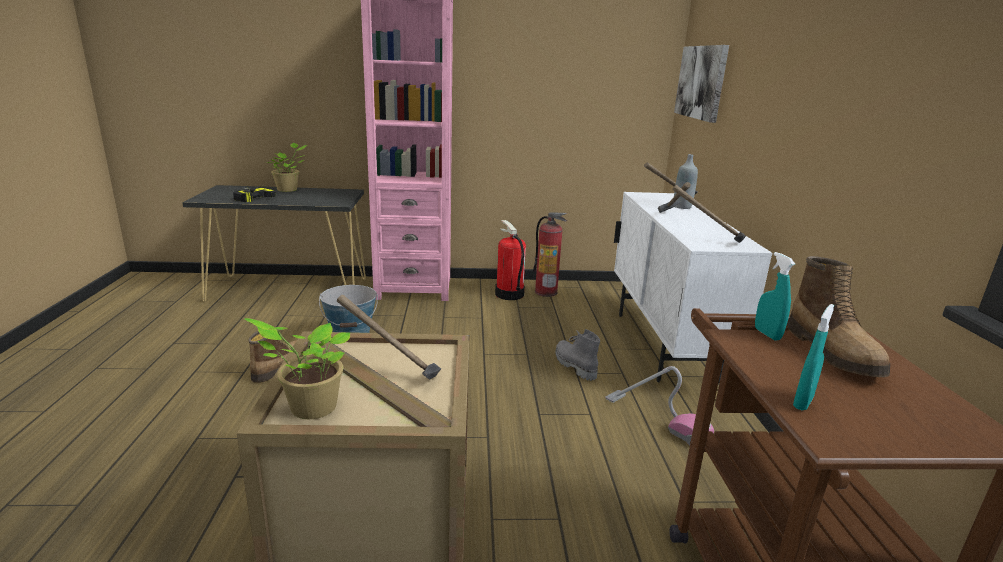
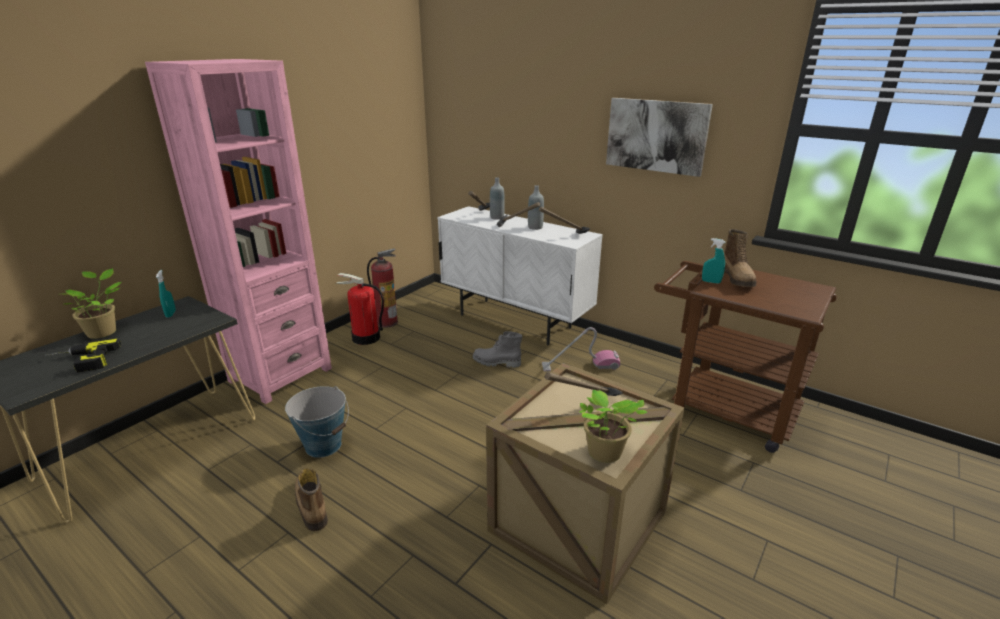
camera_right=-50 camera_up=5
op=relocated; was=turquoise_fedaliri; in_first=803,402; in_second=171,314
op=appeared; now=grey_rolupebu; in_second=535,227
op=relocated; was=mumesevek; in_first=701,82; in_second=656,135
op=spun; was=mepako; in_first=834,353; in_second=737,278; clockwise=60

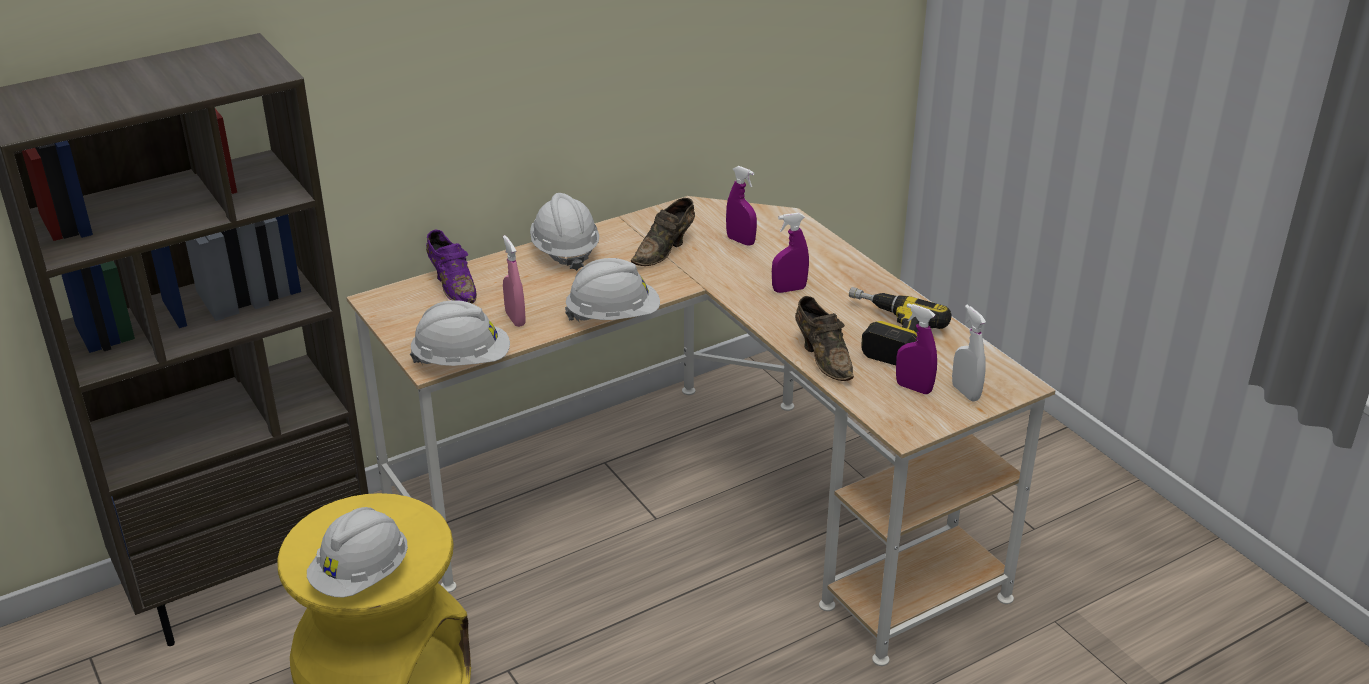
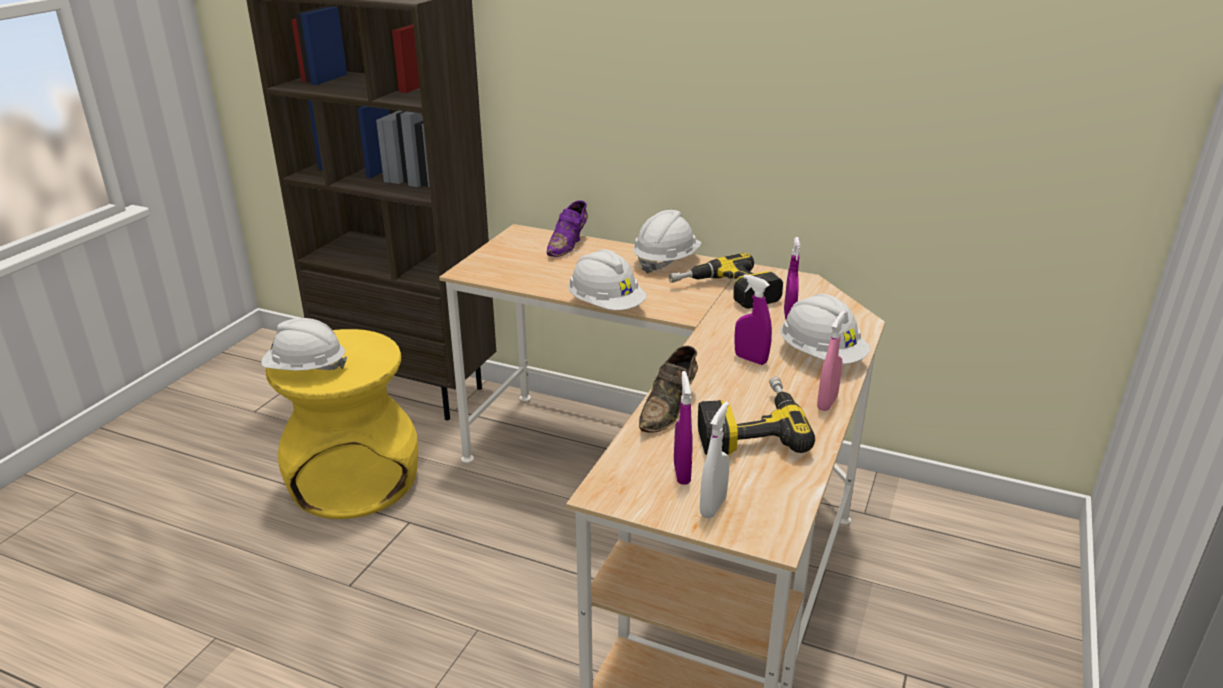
camera_right=55 camera_up=-5
op=exchanged; was=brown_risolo; now=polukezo; in_first=665,250; in_second=725,293
op=relocated; was=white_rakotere; in_first=462,361; in_second=821,356
op=relocated; was=pink_fedaliri; in_first=515,319; in_second=827,403

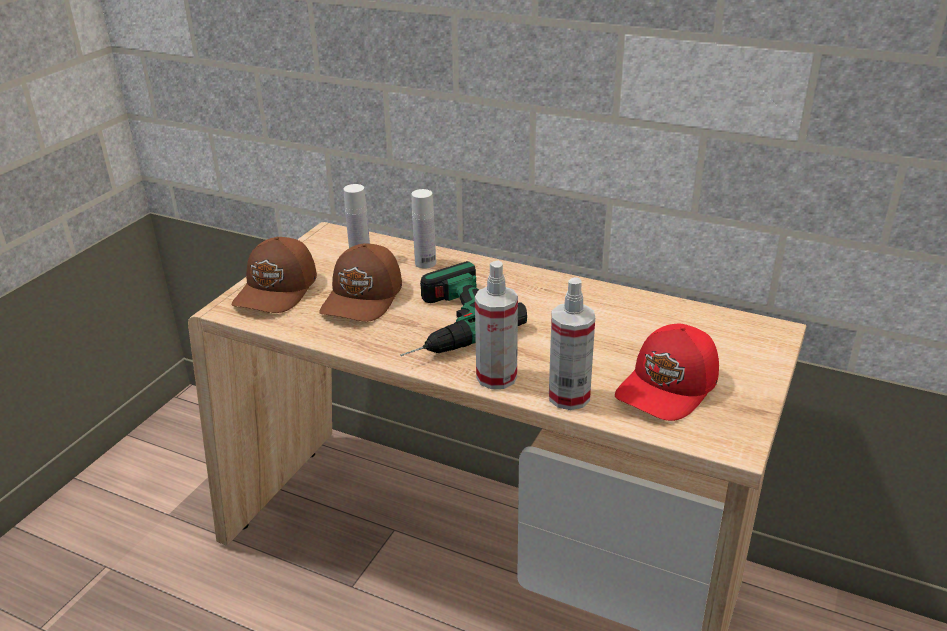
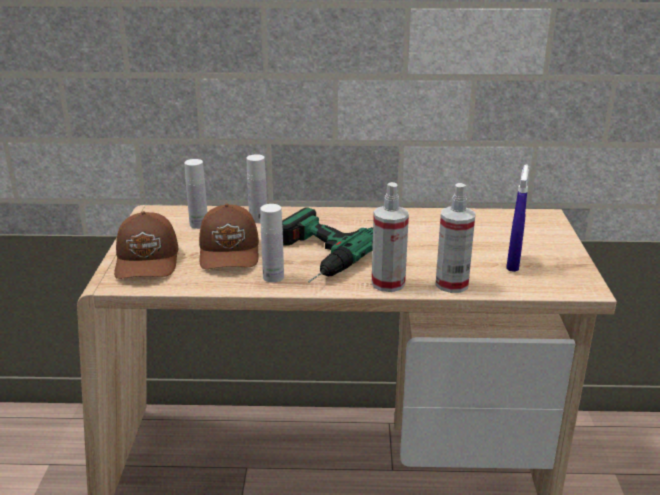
camera_right=-25 camera_up=-5
op=appeared; now=white_rolupebu; in_second=273,277
op=exchanged; was=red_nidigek; now=blue_fedaliri; in_first=669,388; in_second=513,264

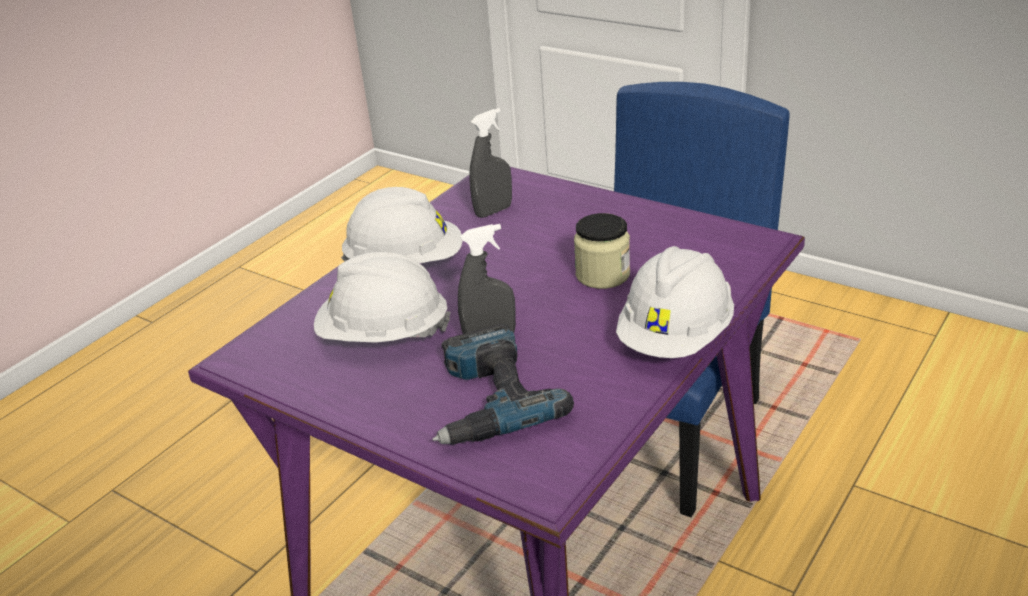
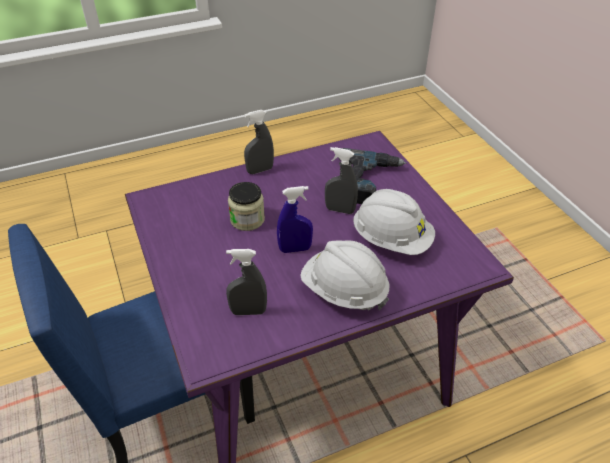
camera_right=-150 camera_up=10
op=exchanged; was=white_rakotere; now=grey_fedaliri; in_first=676,338; in_second=260,170
op=appeared; now=blue_fedaliri; in_second=295,249

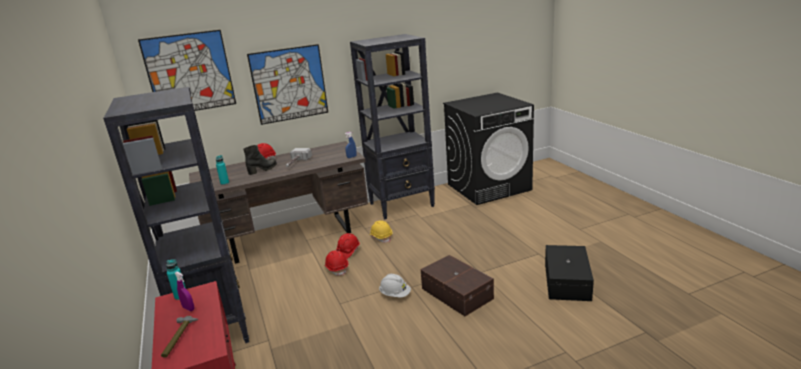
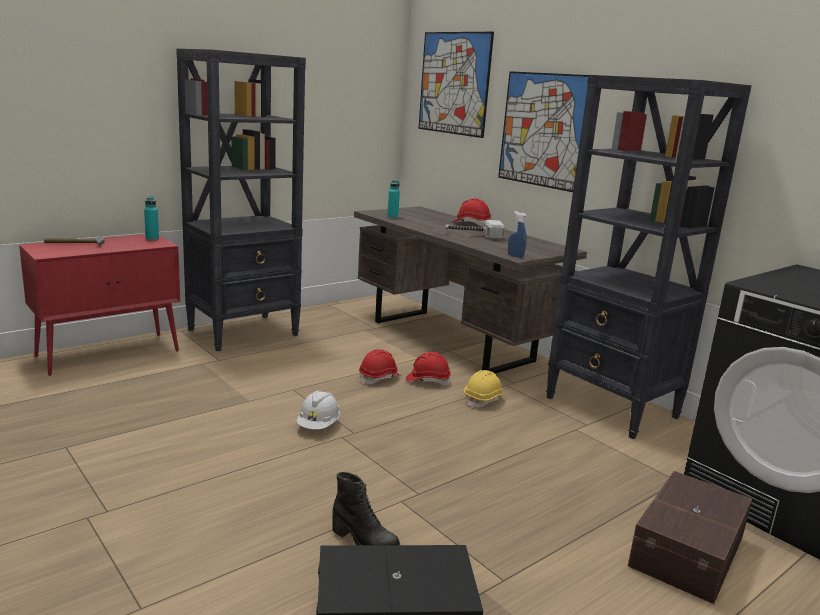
camera_right=70 camera_up=-5
op=relocated; was=black_mepako; in_first=263,170; in_second=364,541
op=relocated; was=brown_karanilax; in_first=457,293; in_second=689,551
op=missing; was=purple_fedaliri; in_first=188,308

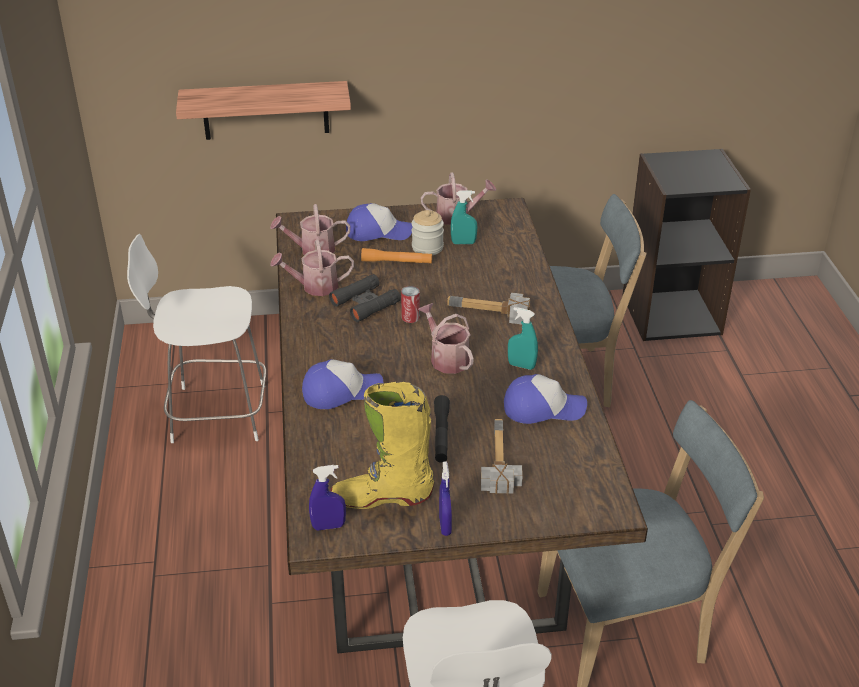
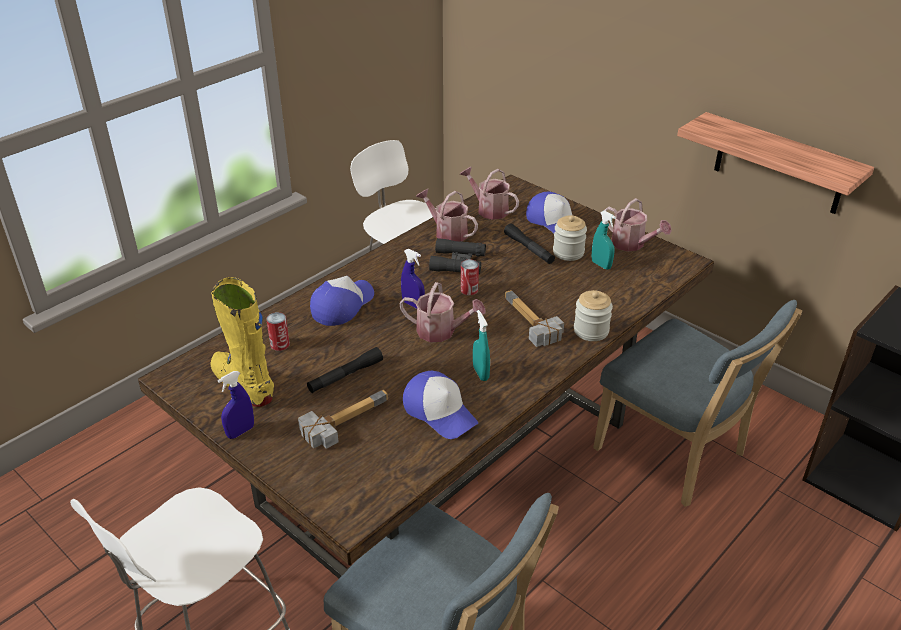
camera_right=50 camera_up=0
op=appeared; now=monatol; in_second=280,344
op=spun; was=nidigek; in_first=341,391; in_second=342,305; clockwise=-90
op=spun; was=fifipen; in_first=446,358; in_second=441,331; clockwise=90
op=relocated; was=blue_fedaliri; in_first=328,526; in_second=413,304
op=colour; was=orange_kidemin; now=black_kidemin; in_first=397,262; in_second=529,249
op=appeared; now=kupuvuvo; in_second=591,331
op=relocated; was=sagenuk; in_first=265,110; in_second=779,164

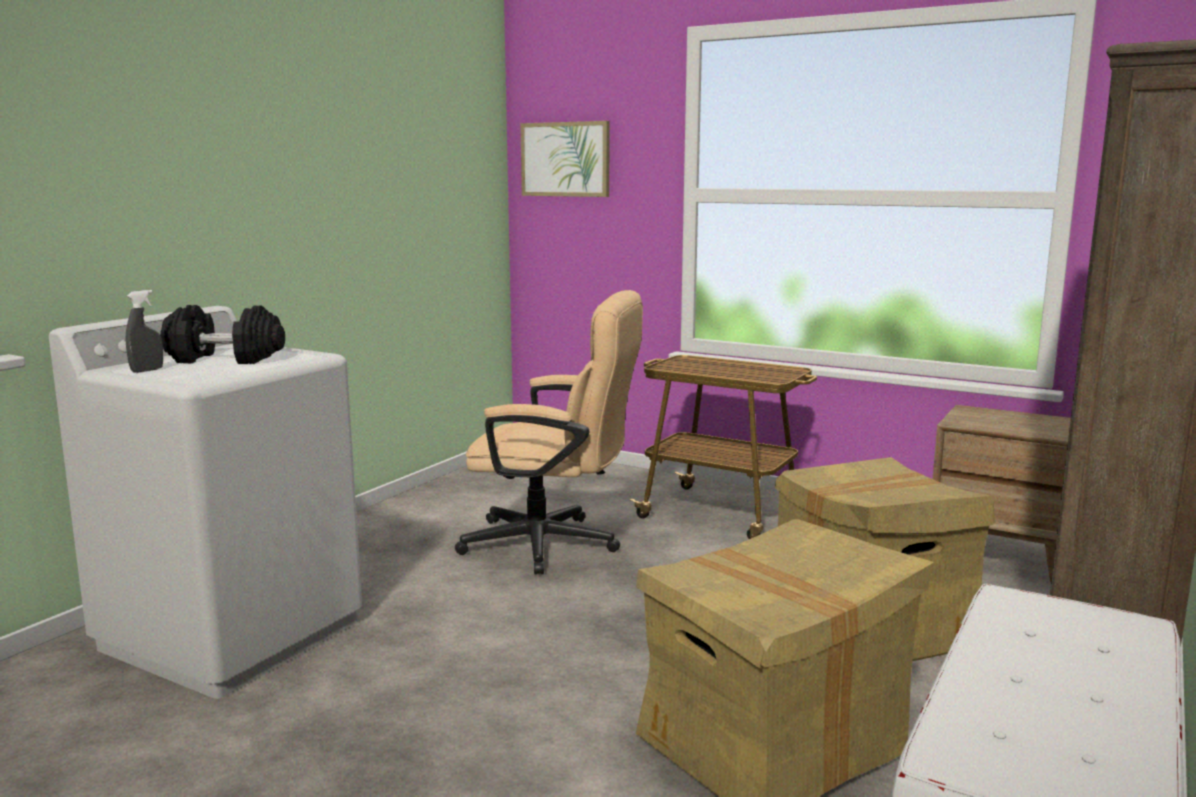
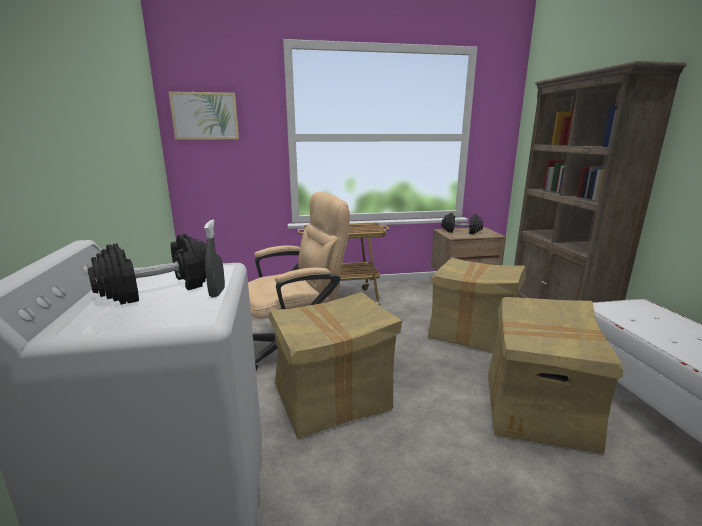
camera_right=-40 camera_up=5
op=relocated; was=grey_fedaliri; in_first=147,370; in_second=217,292
op=appeared; now=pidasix; in_second=332,397
op=appeared; now=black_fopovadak; in_second=461,231

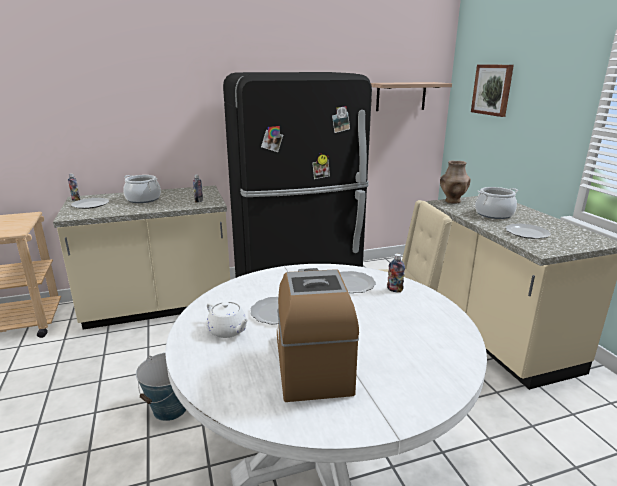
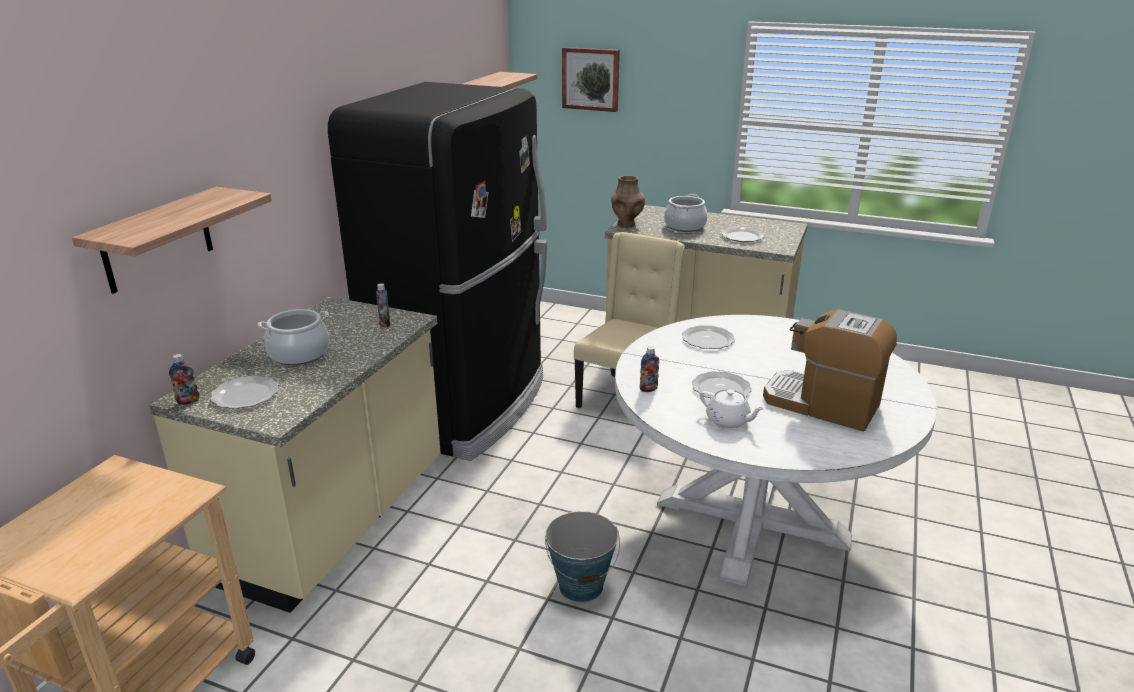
camera_right=-50 camera_up=5
op=appeared; now=sagenuk; in_second=157,240
op=relocated; was=rolupebu; in_first=394,290; in_second=648,389
op=spun; was=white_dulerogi; in_first=228,331; in_second=728,421; clockwise=45

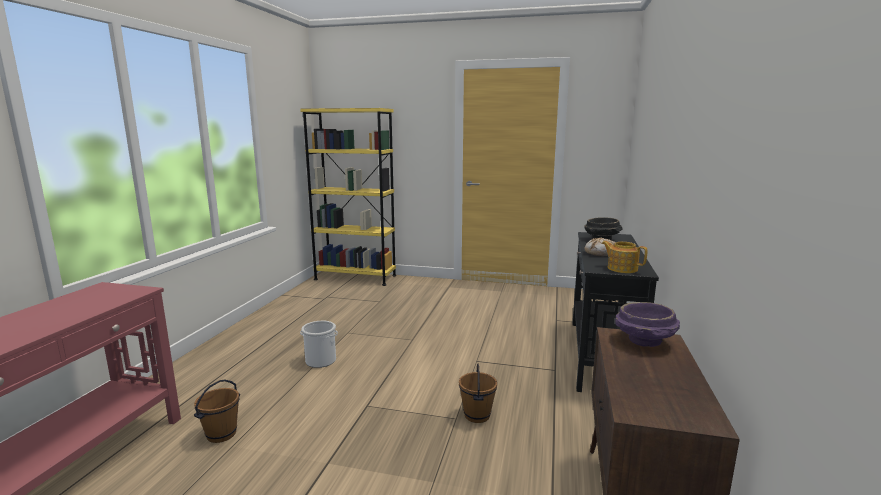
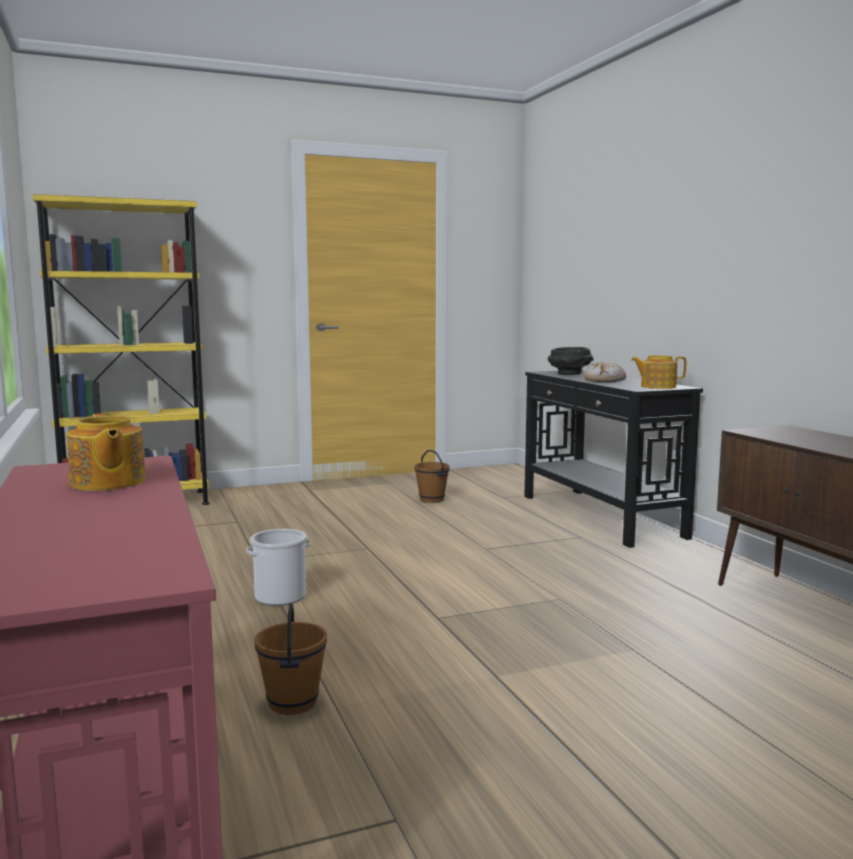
camera_right=-35 camera_up=-5
op=appeared; now=dulerogi; in_second=107,483
op=relocated; was=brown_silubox; in_first=476,415; in_second=431,500
op=missing; was=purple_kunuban; in_first=644,341

